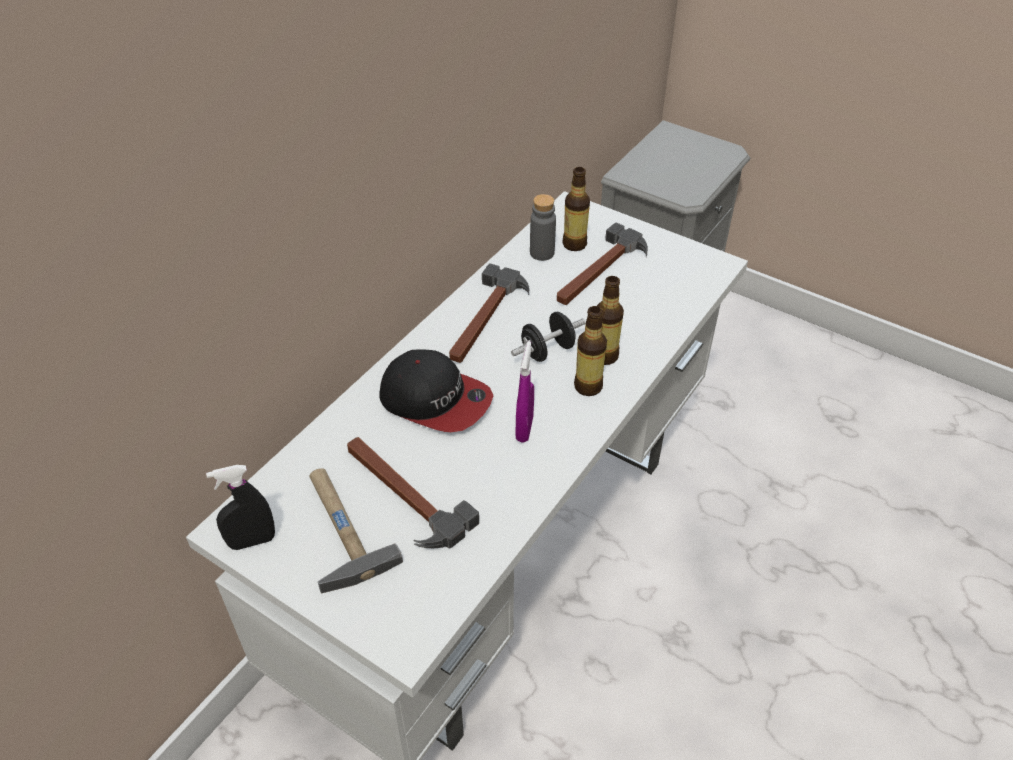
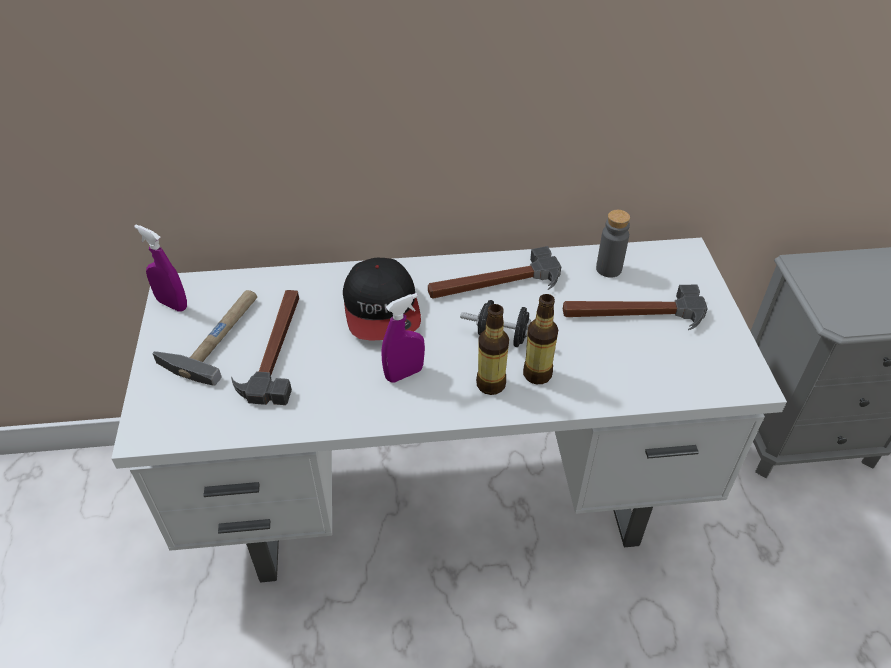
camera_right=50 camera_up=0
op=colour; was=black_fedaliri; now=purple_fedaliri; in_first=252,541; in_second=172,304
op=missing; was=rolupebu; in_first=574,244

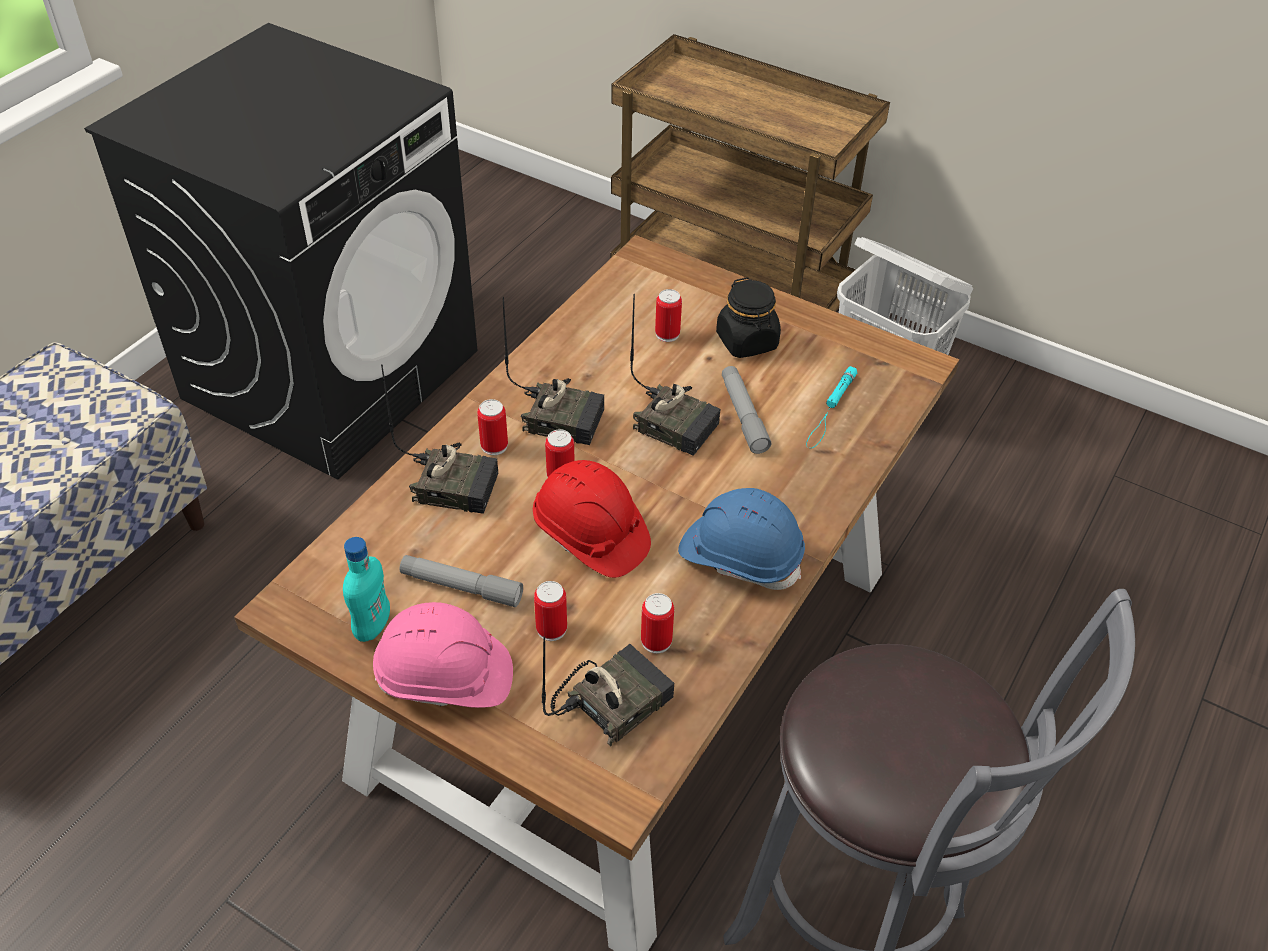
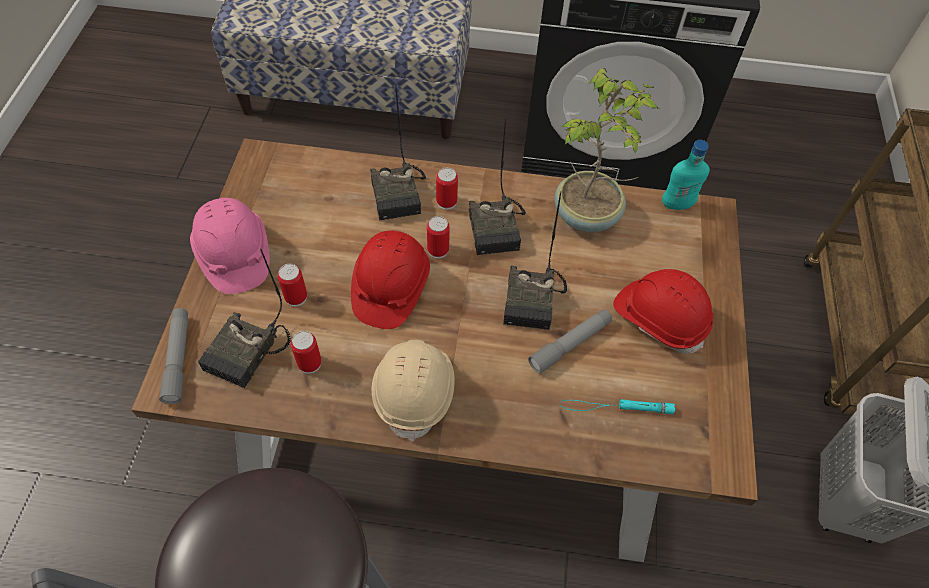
camera_right=65 camera_up=10
op=relocated; was=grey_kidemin; in_first=461,587; in_second=178,359
op=spun; was=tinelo; in_first=611,699; in_second=248,354; clockwise=90
op=colour; was=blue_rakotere; now=beige_rakotere; in_first=740,556; in_second=415,391
op=appeared; now=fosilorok; in_second=588,216
op=exchanged; was=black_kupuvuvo; now=red_rakotere; in_first=747,342; in_second=660,318
op=relocated; was=turquoise_rolupebu; in_first=372,626; in_second=677,204
op=missing; was=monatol; in_first=667,334

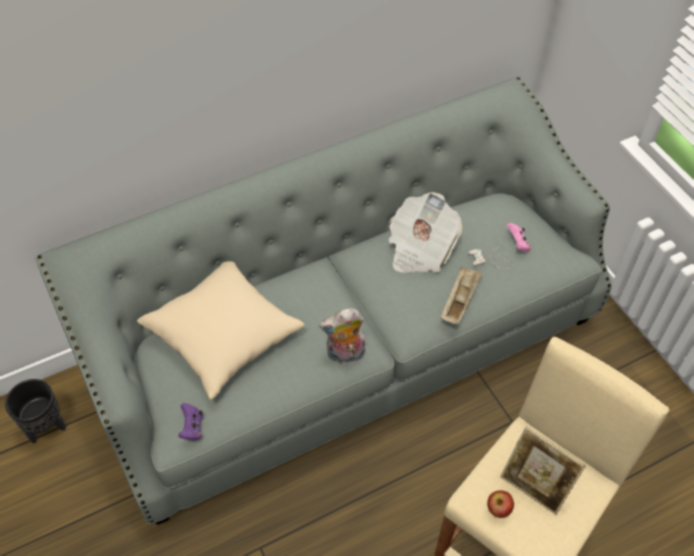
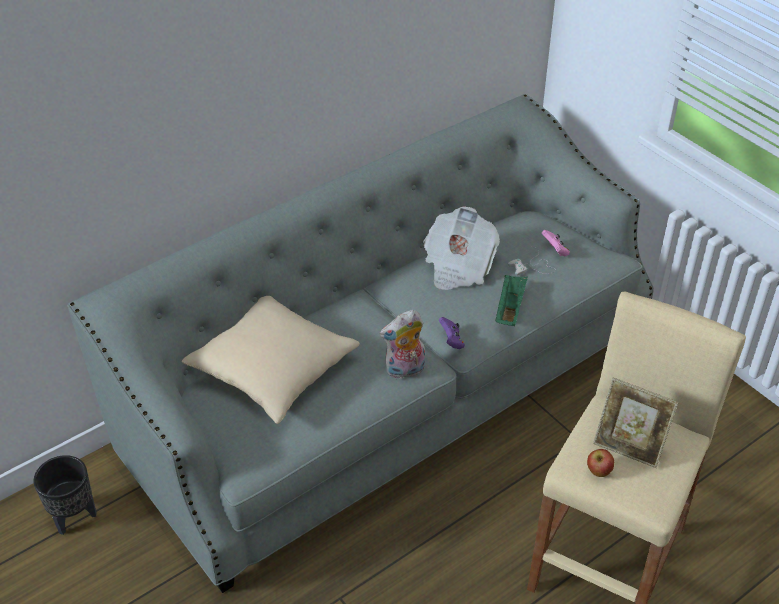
camera_right=-10 camera_up=-10
op=relocated; was=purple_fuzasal; in_first=192,428; in_second=451,341
op=colour; was=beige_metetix; now=green_metetix; in_first=459,301; in_second=509,308

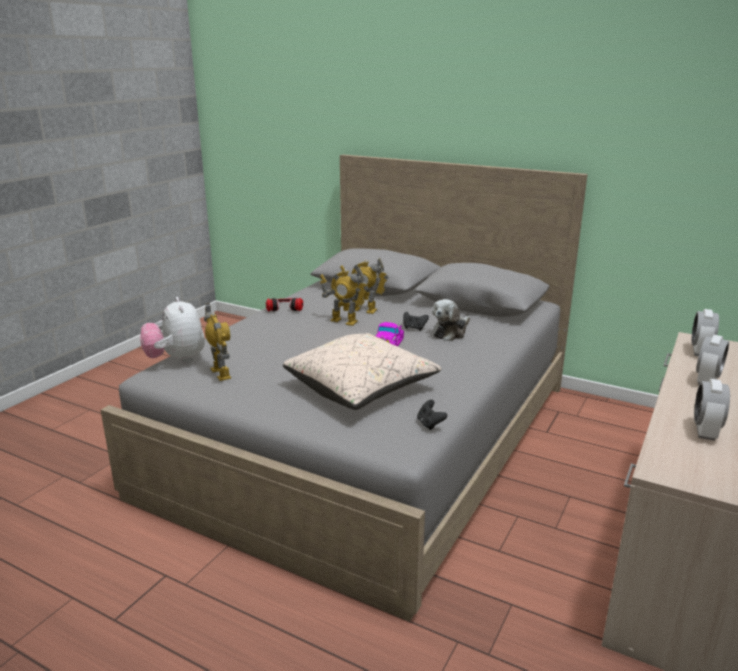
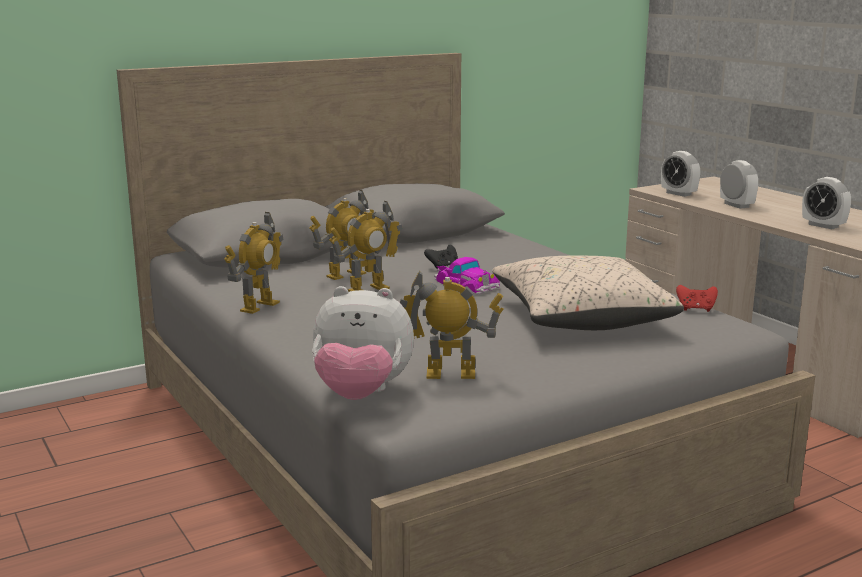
camera_right=-60 camera_up=-5
op=exchanged; was=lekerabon; now=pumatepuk; in_first=285,307; in_second=259,306
op=colour; was=black_fuzasal; now=red_fuzasal; in_first=430,424; in_second=696,309
op=missing; was=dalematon; in_first=450,332

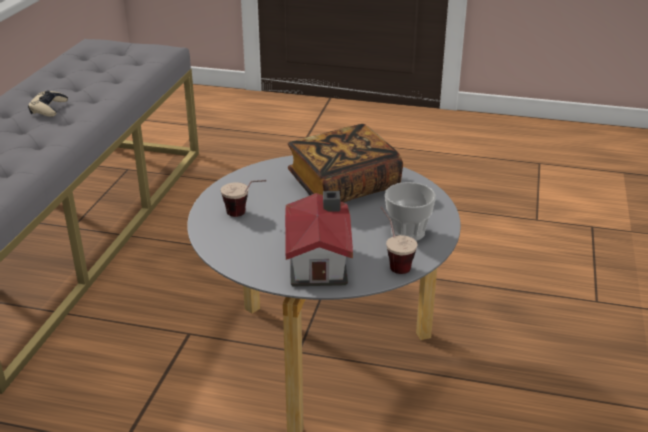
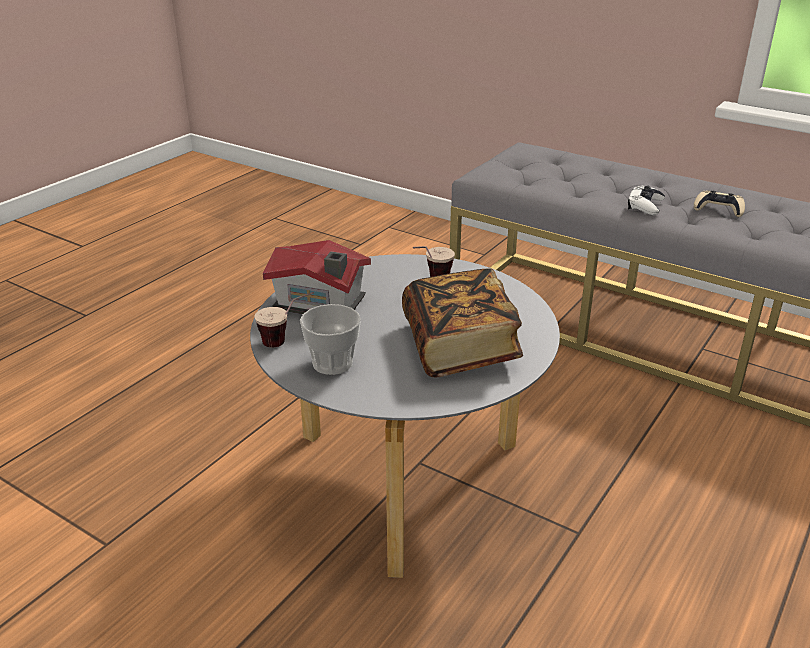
camera_right=110 camera_up=0
op=appeared; now=white_fuzasal; in_second=645,205

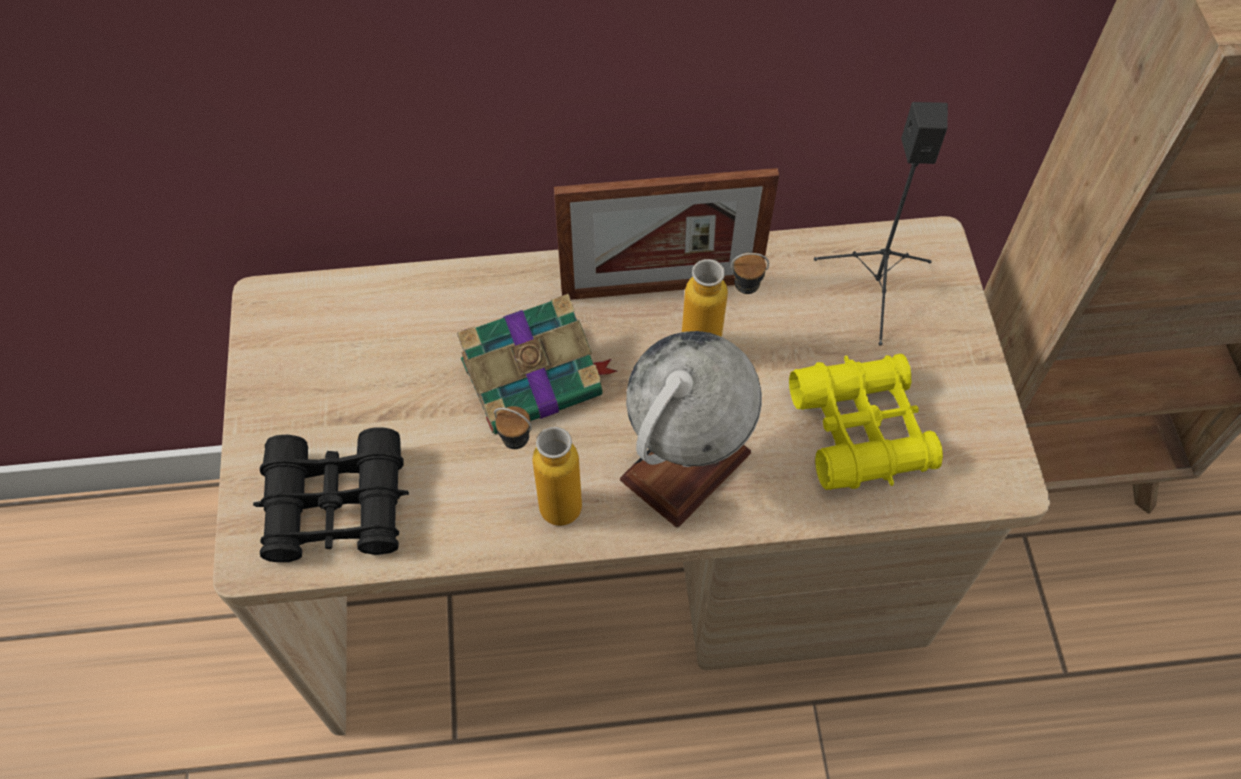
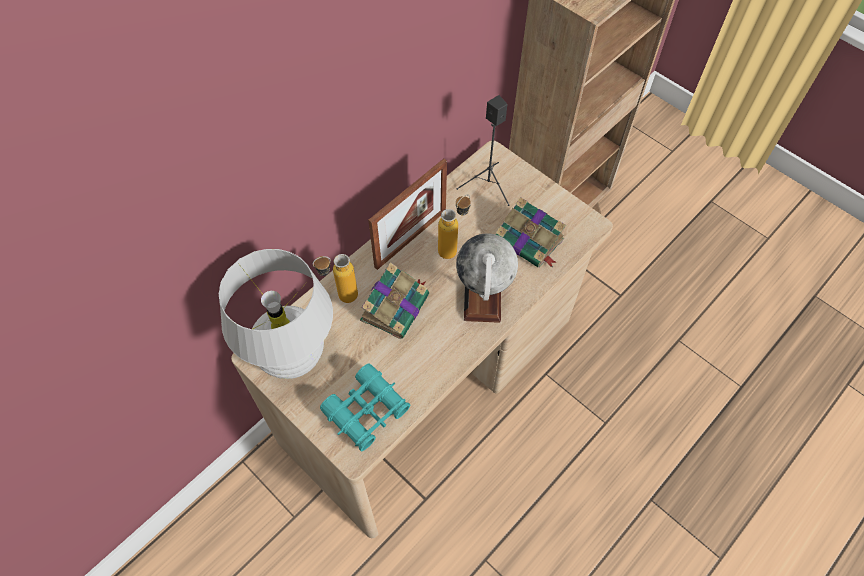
camera_right=-40 camera_up=0
op=appeared; now=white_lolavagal; in_second=292,356
op=relocated; was=rolupebu; in_first=544,501; in_second=340,297
op=colour; was=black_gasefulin; now=turquoise_gasefulin; in_first=336,505; in_second=366,411
op=exchanged; was=yellow_gasefulin; now=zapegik; in_first=861,430; in_second=530,241

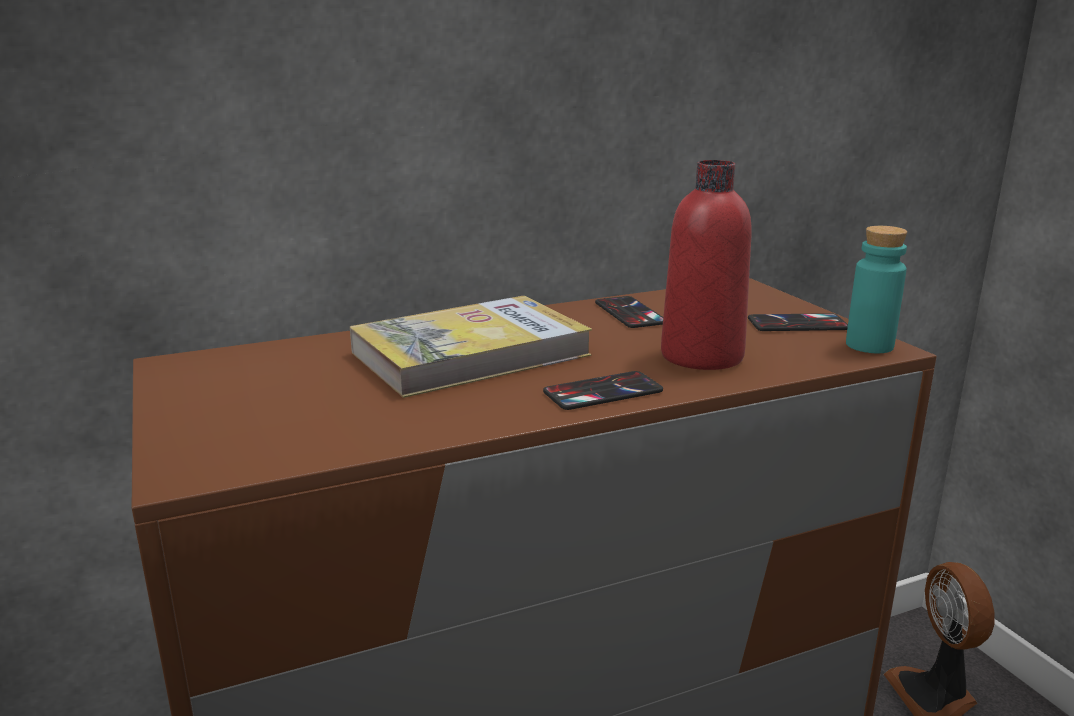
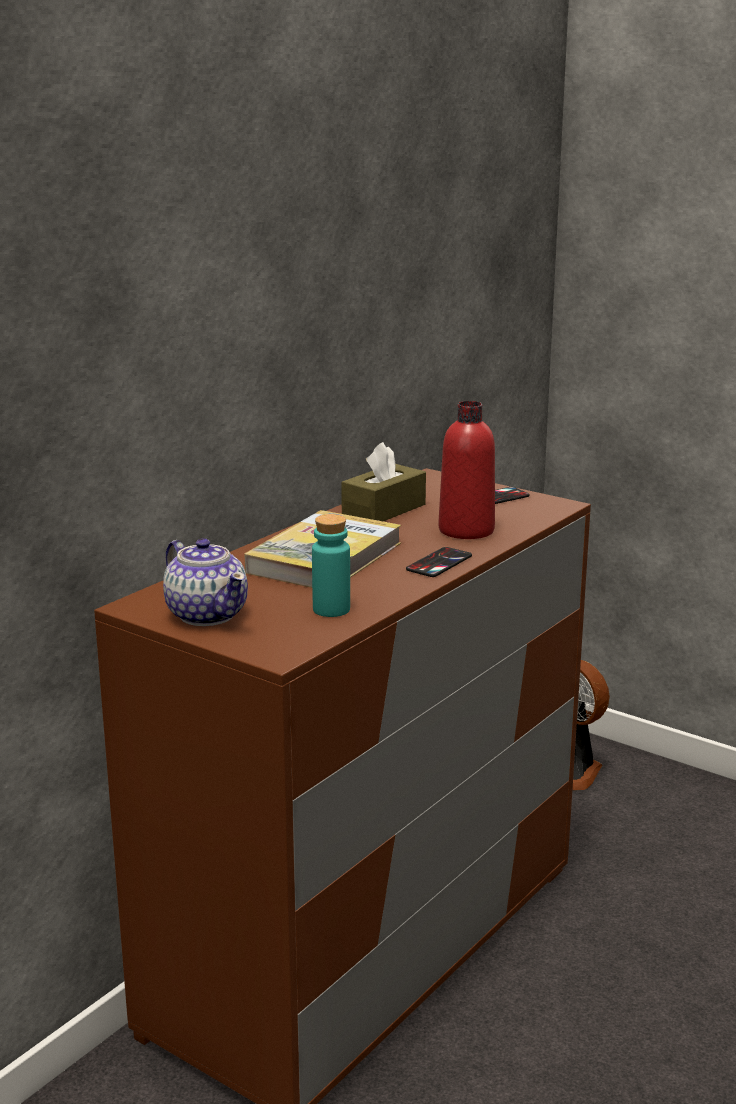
camera_right=-30 camera_up=0
op=appeared; now=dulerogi; in_second=207,614
op=relocated; was=turquoise_rolupebu; in_first=869,345; in_second=331,609
op=exchanged; was=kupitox; now=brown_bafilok; in_first=629,313; in_second=384,510

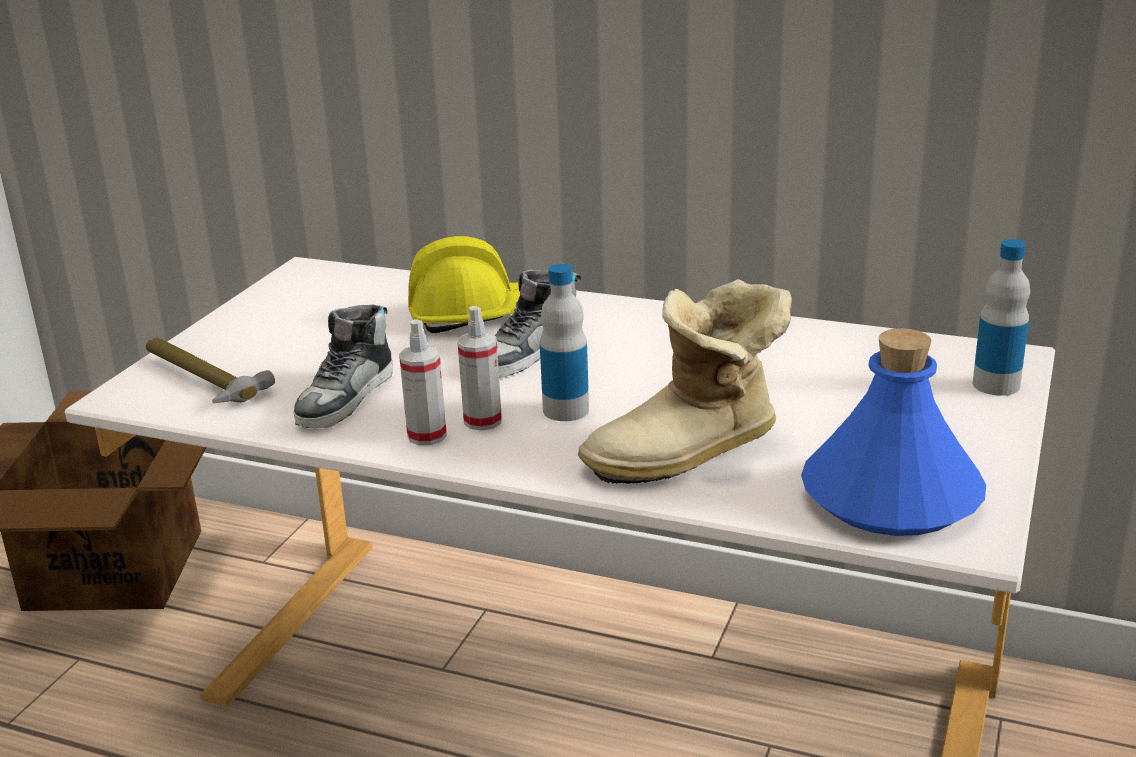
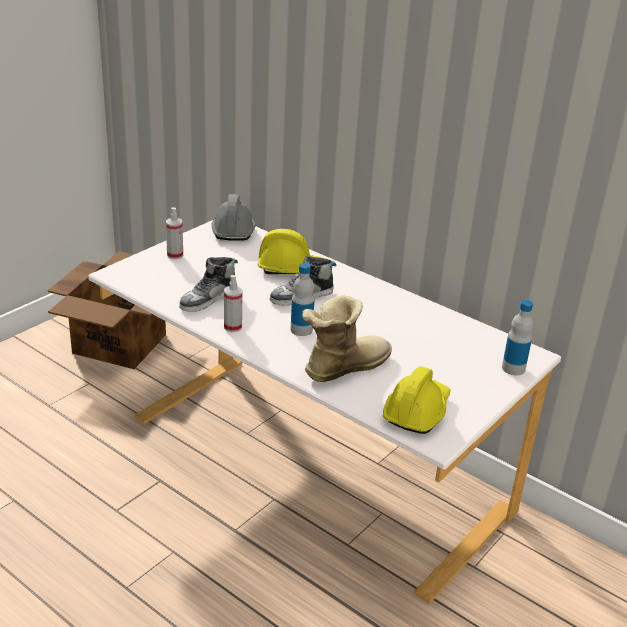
camera_right=15 camera_up=5
op=relocated; was=fedaliri; in_first=482,421; in_second=175,255
op=appeared; now=grey_rakotere; in_second=233,229
op=spun; was=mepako; in_first=690,454; in_second=342,366; clockwise=150
op=exchanged; was=blue_rolupebu; now=yellow_rakotere; in_first=890,497; in_second=416,411
op=missing; was=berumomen; in_first=201,380

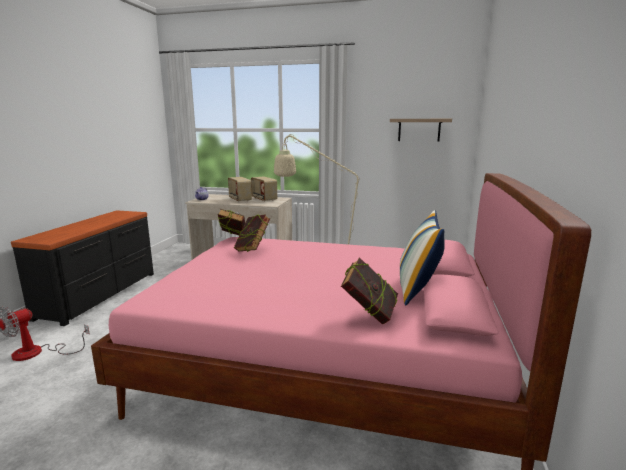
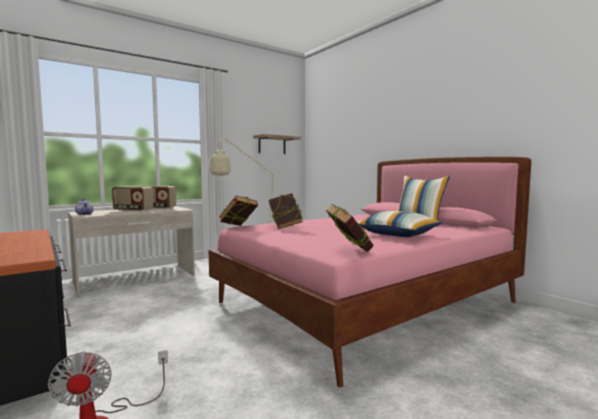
camera_right=-50 camera_up=-10
op=relocated; was=zapegik; in_first=369,315; in_second=349,251
op=appeared; now=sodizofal; in_second=398,235

